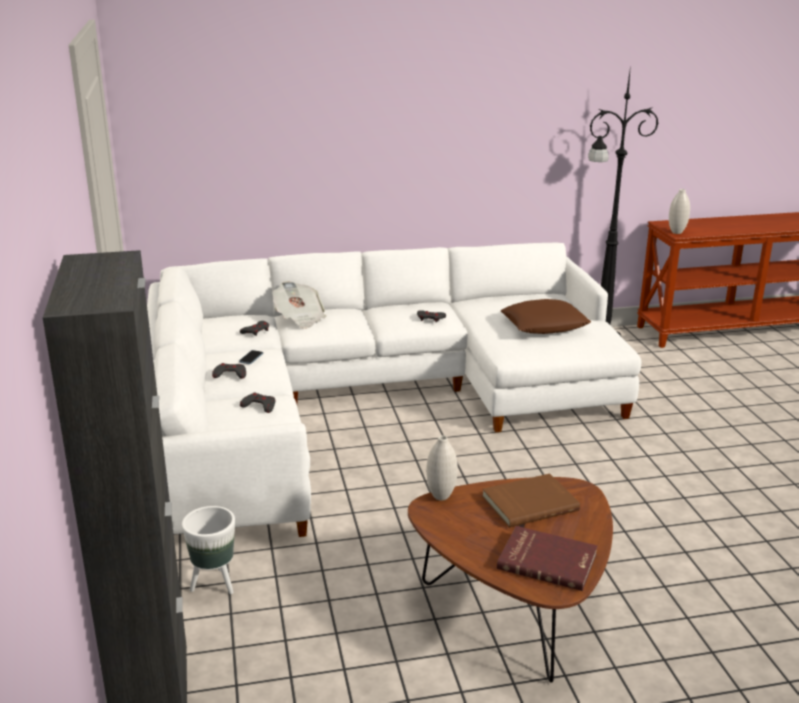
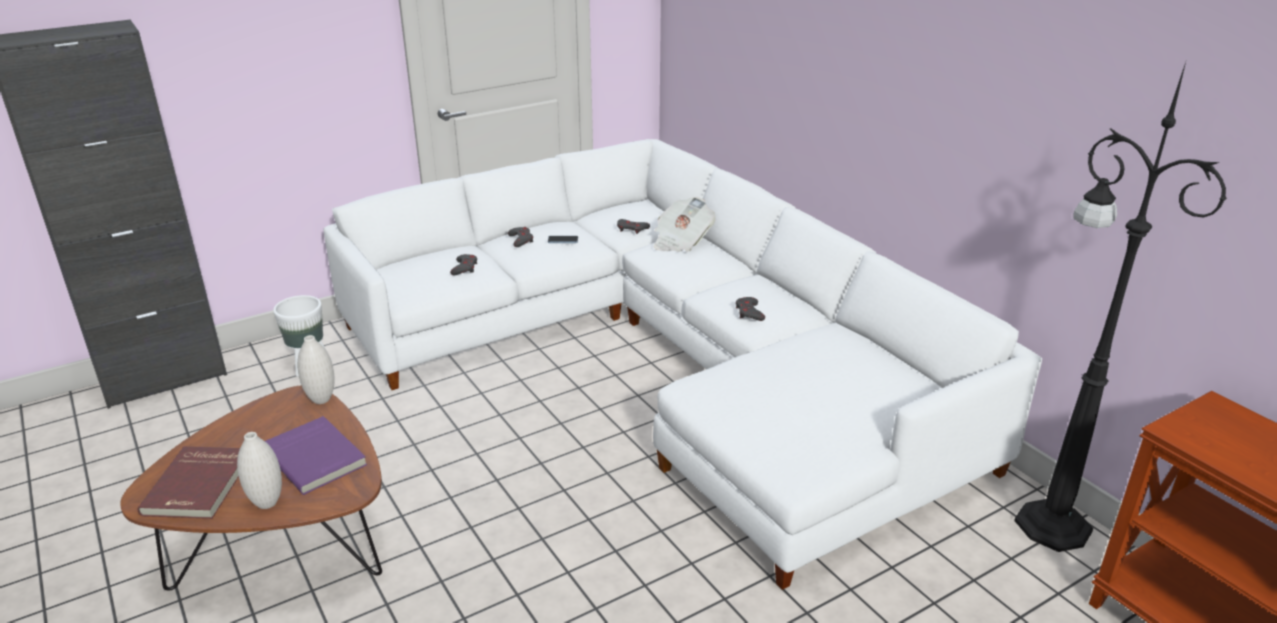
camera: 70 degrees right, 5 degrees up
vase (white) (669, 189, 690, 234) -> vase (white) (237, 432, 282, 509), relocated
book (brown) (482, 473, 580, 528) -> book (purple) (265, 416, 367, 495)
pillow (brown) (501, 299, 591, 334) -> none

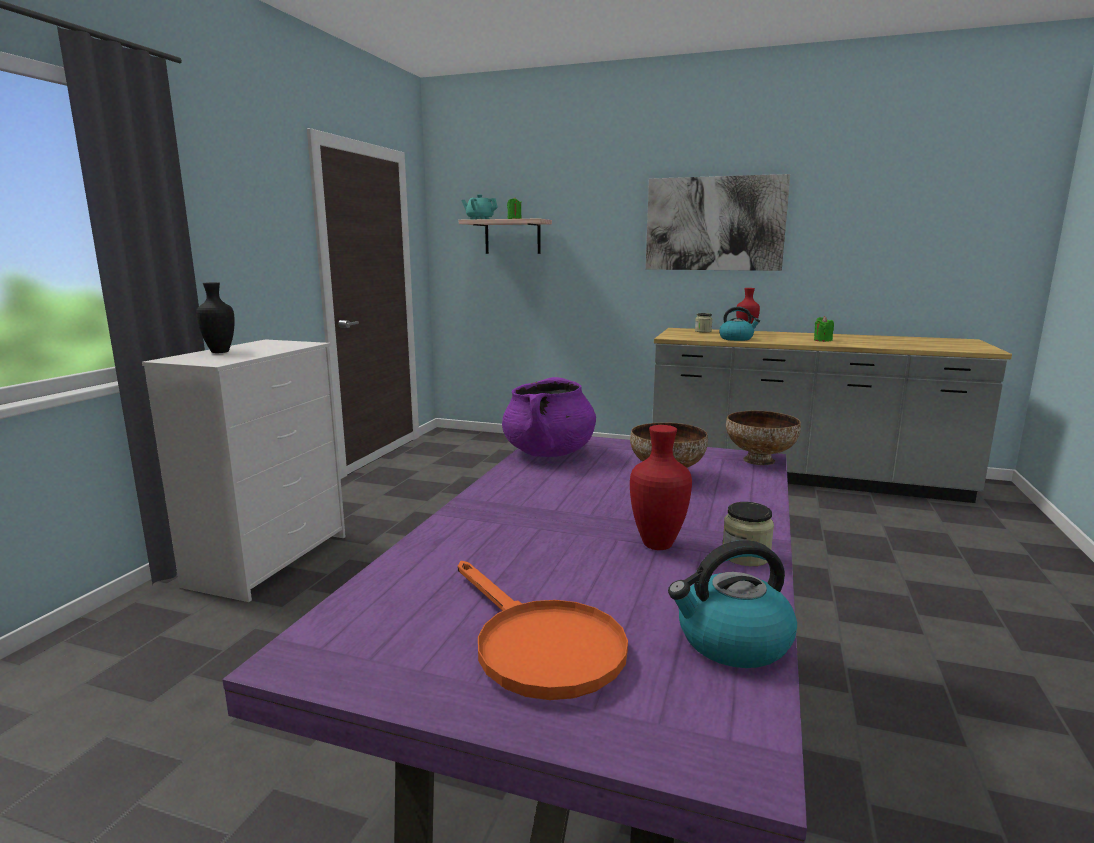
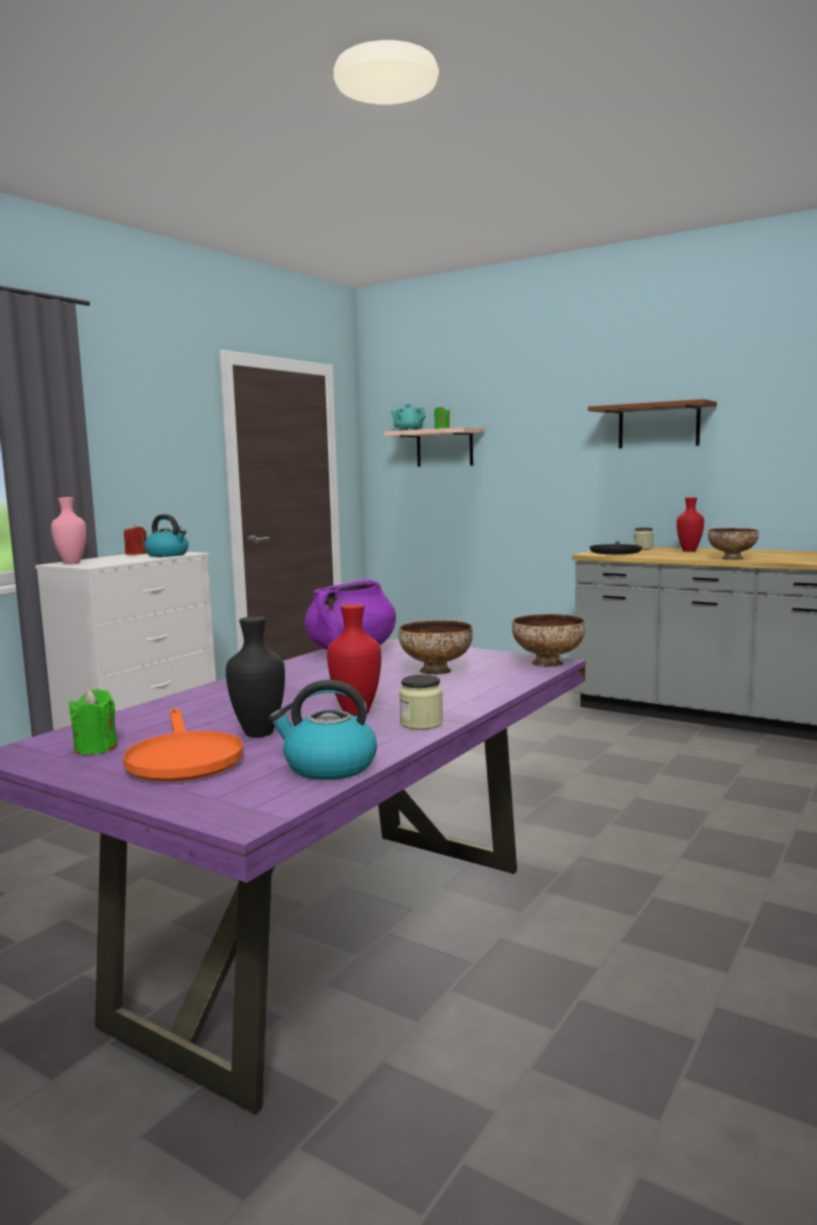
camera: 15 degrees right, 5 degrees down
none -> vase (pink) (51, 497, 86, 564)
candle (green) (814, 316, 834, 342) -> candle (green) (69, 689, 118, 755), relocated
none -> candle (red) (124, 524, 147, 555)
kettle (719, 307, 760, 341) -> kettle (144, 514, 189, 557), relocated
vase (black) (196, 282, 235, 353) -> vase (black) (226, 616, 285, 737), relocated
picture (646, 174, 790, 271) -> shelf (brown) (588, 399, 717, 448)
none -> frying pan (black) (590, 541, 642, 554)
none -> bowl (708, 528, 759, 560)

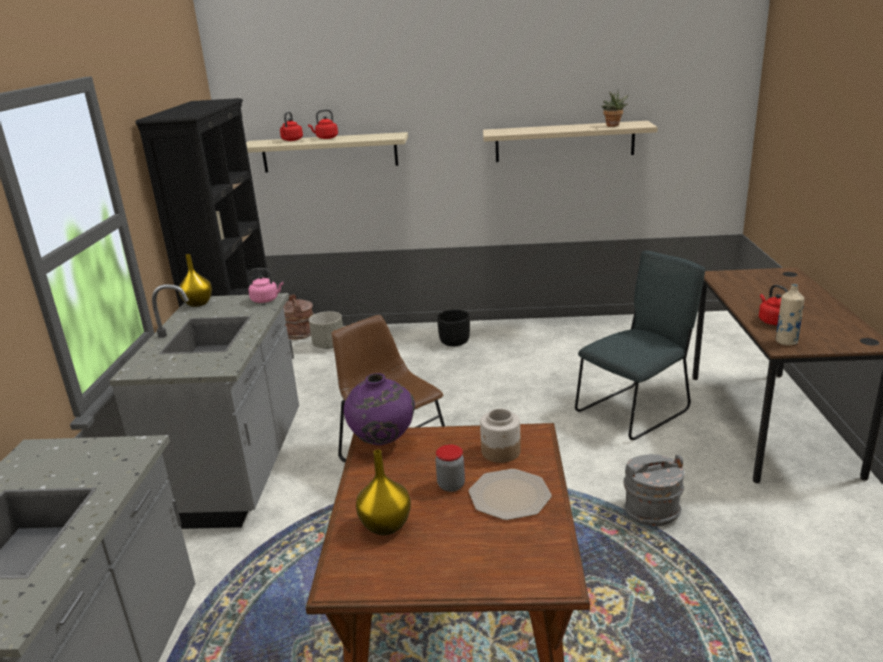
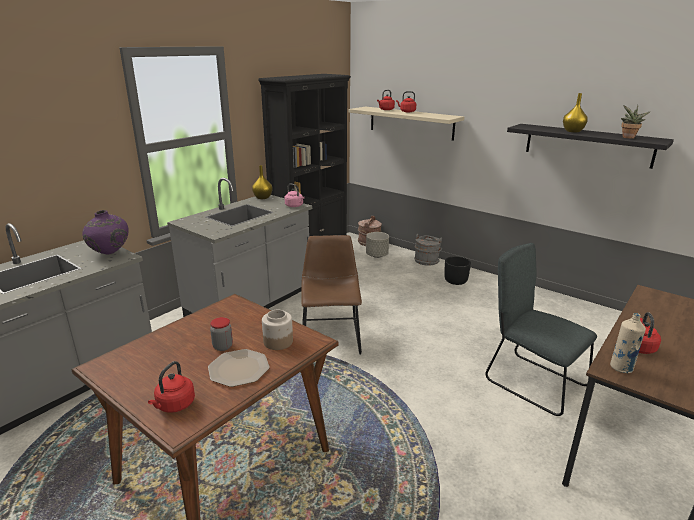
camera: 35 degrees right, 0 degrees up
vase (purple) (344, 373, 415, 445) -> vase (purple) (82, 210, 129, 254), relocated
none -> kettle (red) (148, 361, 195, 413)
bucket (grey) (623, 454, 684, 526) -> bucket (grey) (414, 234, 442, 266), relocated
chair (grey) (575, 251, 705, 440) -> chair (grey) (485, 243, 597, 416), 135 degrees counterclockwise
shelf (beige) (483, 121, 658, 162) -> shelf (black) (507, 124, 674, 169)
vase (yellow) (356, 450, 411, 535) -> vase (yellow) (563, 93, 588, 133), relocated

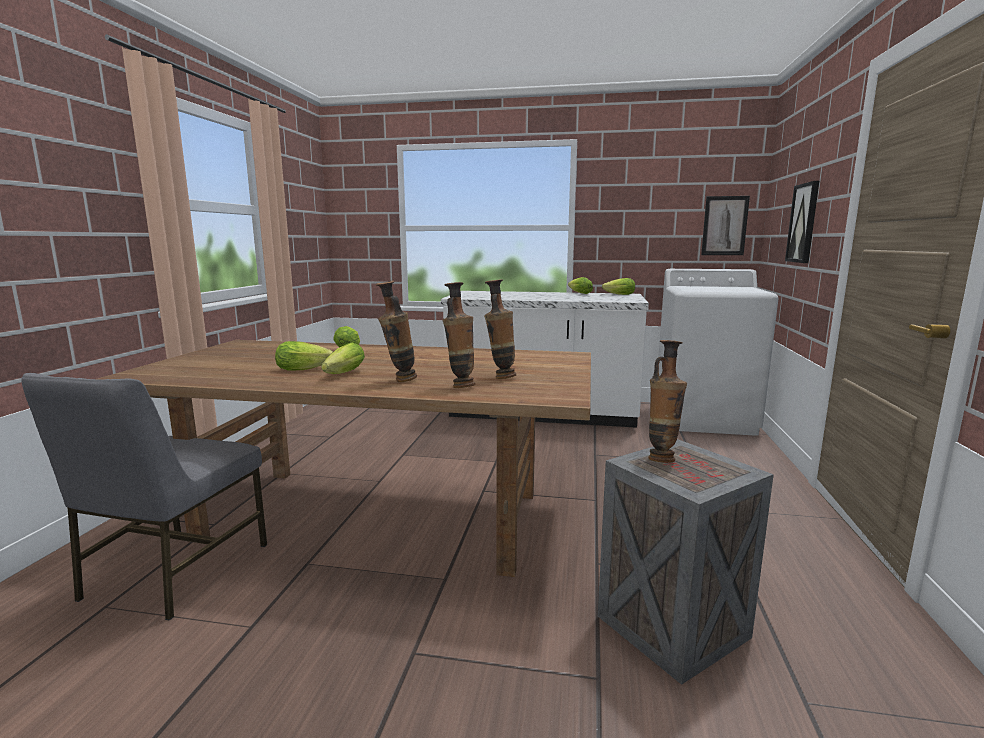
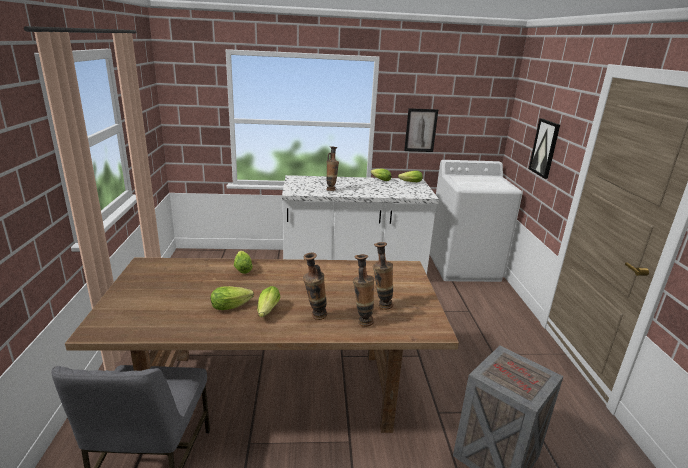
camera: 15 degrees left, 10 degrees up
vase (648, 340, 687, 463) -> vase (326, 146, 339, 191), relocated
picture (701, 196, 750, 255) -> picture (404, 108, 438, 152), relocated

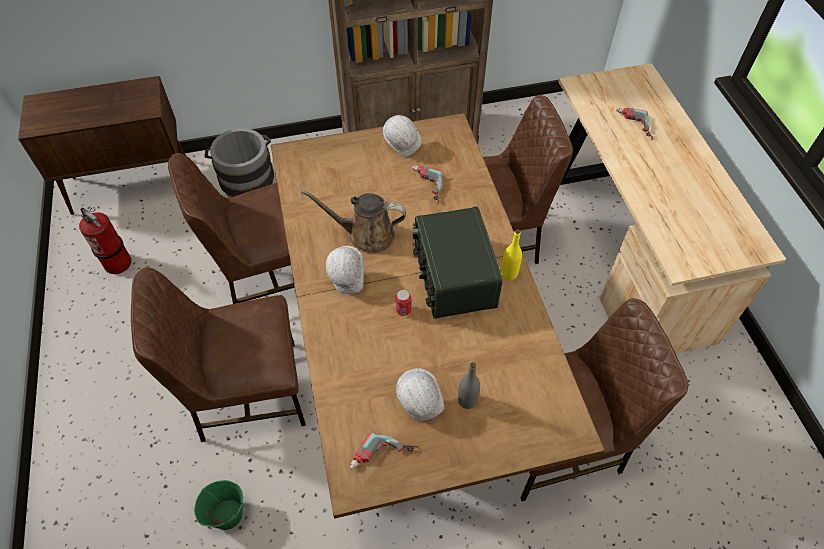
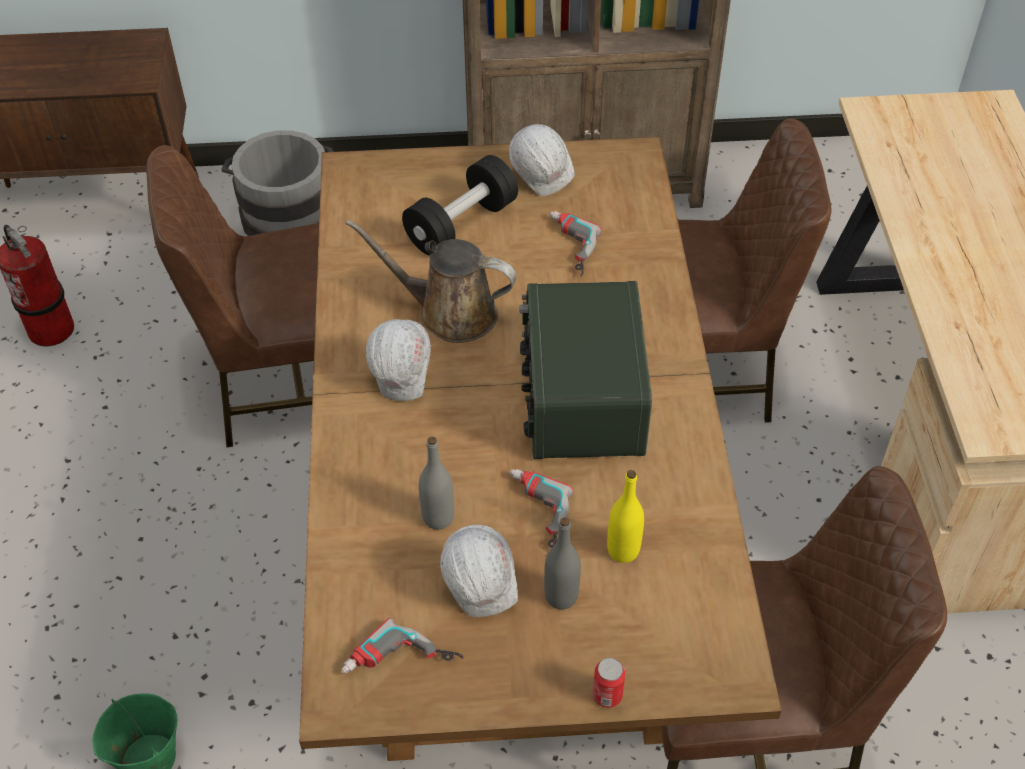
camera: 10 degrees right, 5 degrees down
none -> dumbbell (black) (402, 155, 518, 256)
none -> bottle (grey) (419, 437, 454, 530)
power drill (616, 108, 653, 140) -> power drill (509, 469, 573, 548), relocated
can (395, 290, 411, 316) -> can (593, 658, 626, 708), relocated
bottle (yellow) (501, 229, 522, 280) -> bottle (yellow) (607, 470, 644, 563), relocated
chair (brown) (131, 267, 306, 442) -> none

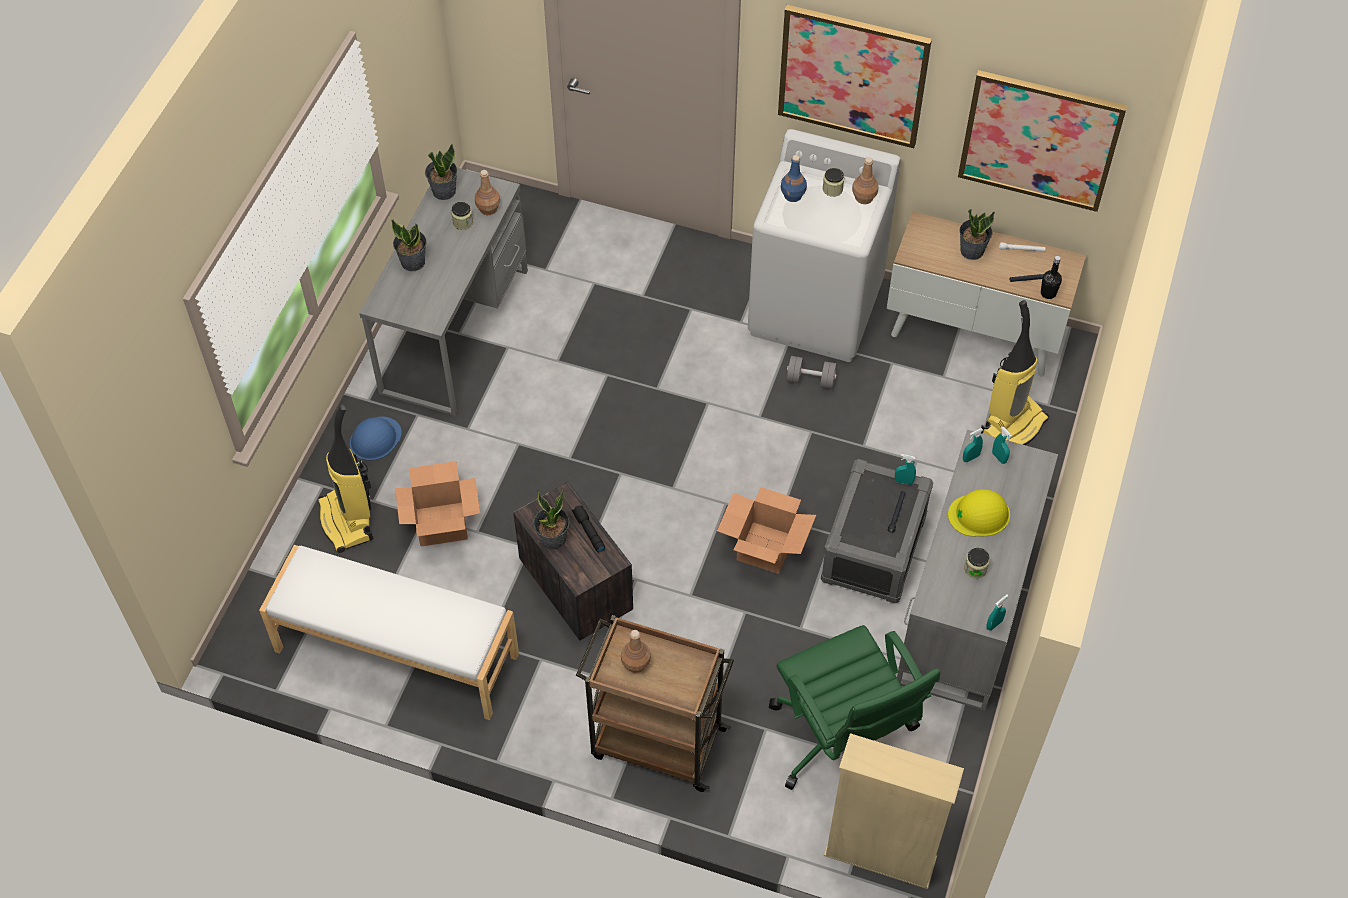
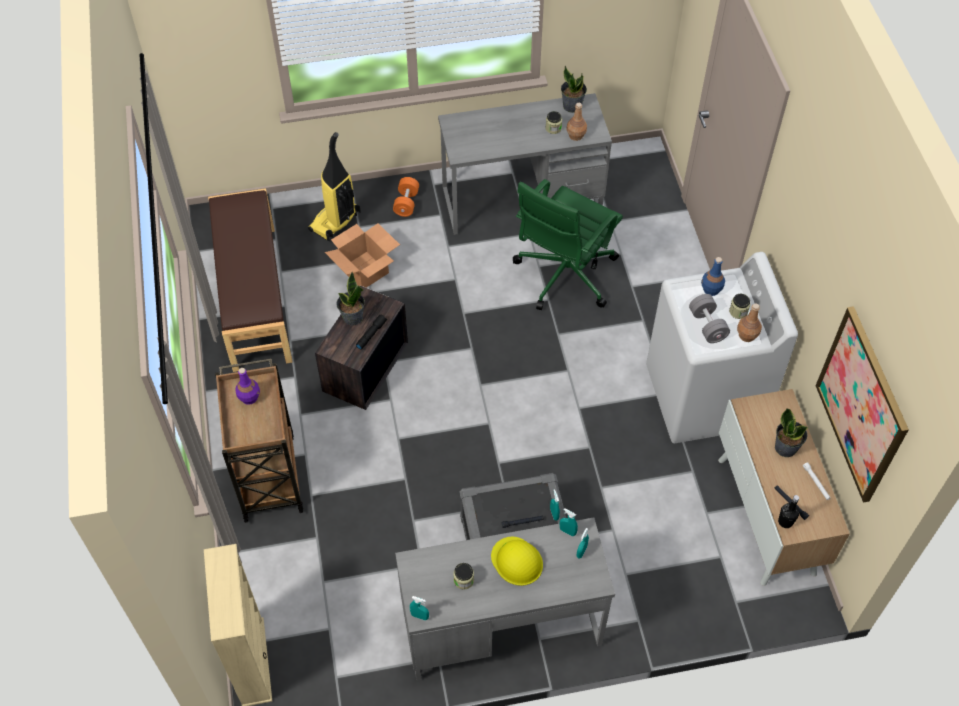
camera: 60 degrees right, 0 degrees up
bench (white) (259, 545, 519, 720) -> bench (brown) (208, 188, 293, 372)
bottle (brown) (621, 630, 651, 673) -> bottle (purple) (235, 368, 260, 405)
hard hat (blue) (350, 417, 402, 461) -> dumbbell (orange) (393, 177, 419, 217)
office chair (green) (769, 625, 940, 790) -> office chair (green) (513, 179, 623, 310), relocated
dumbbell (grey) (787, 356, 837, 389) -> dumbbell (grey) (689, 294, 730, 343), relocated
potted plant (391, 220, 427, 271) -> none
cardboard box (717, 487, 816, 574) -> none
picture (778, 5, 932, 148) -> none
vacuum cleaner (981, 300, 1049, 445) -> none

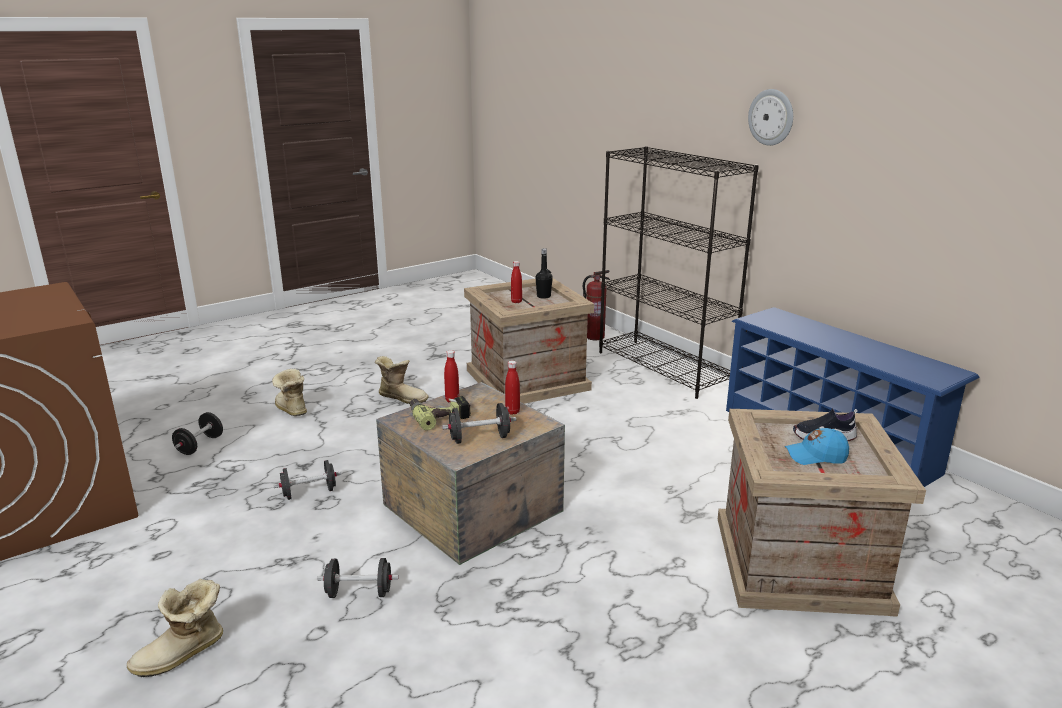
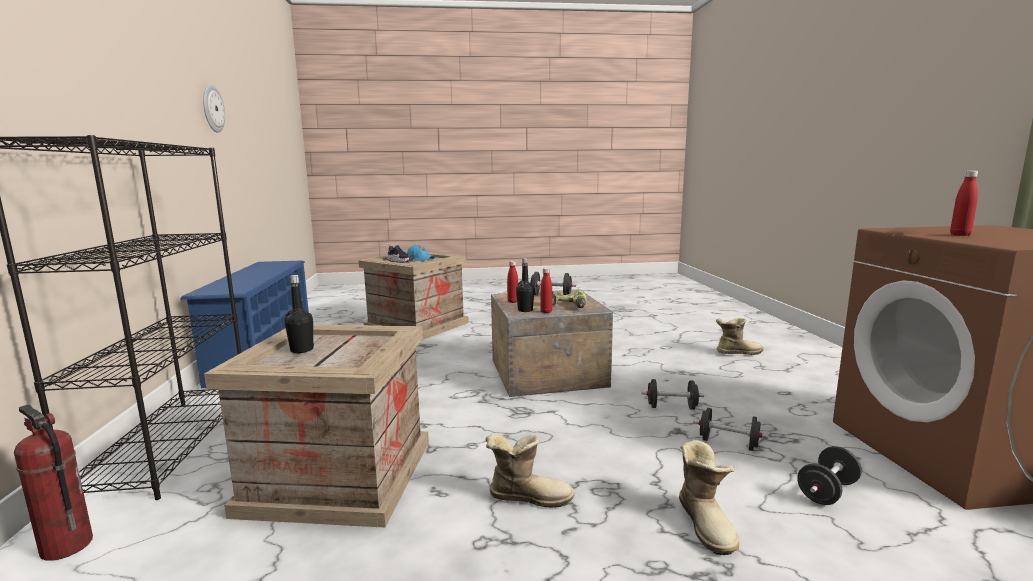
camera: 150 degrees left, 10 degrees down
wall clock (748, 89, 793, 146) -> wall clock (203, 85, 225, 132), relocated
boot (375, 356, 429, 404) -> boot (485, 434, 574, 508), 135 degrees clockwise
none -> bottle (black) (516, 258, 534, 312)
dumbbell (black) (317, 558, 399, 598) -> dumbbell (black) (693, 408, 768, 451), relocated
bottle (red) (511, 261, 522, 303) -> bottle (red) (950, 171, 978, 236), relocated

